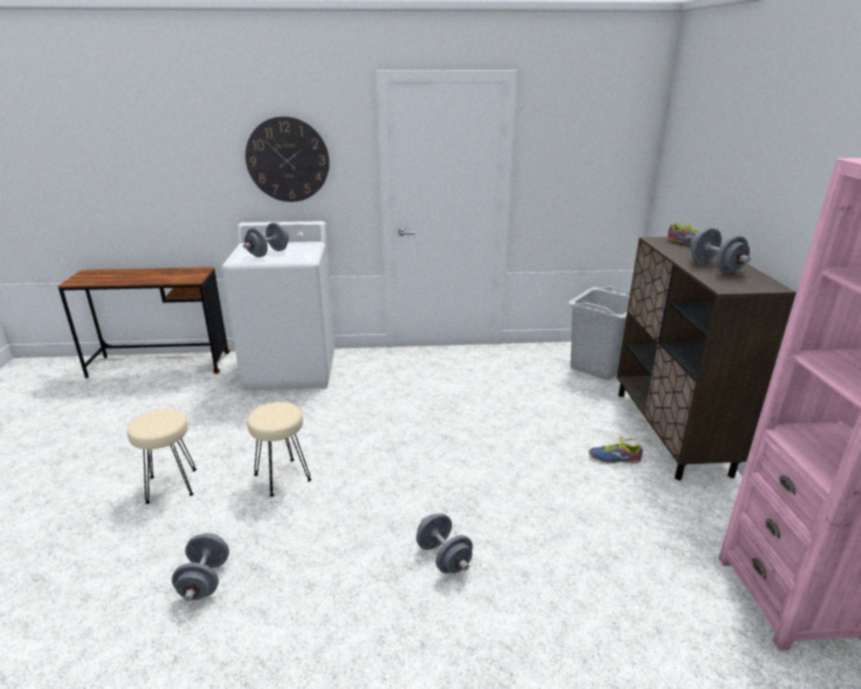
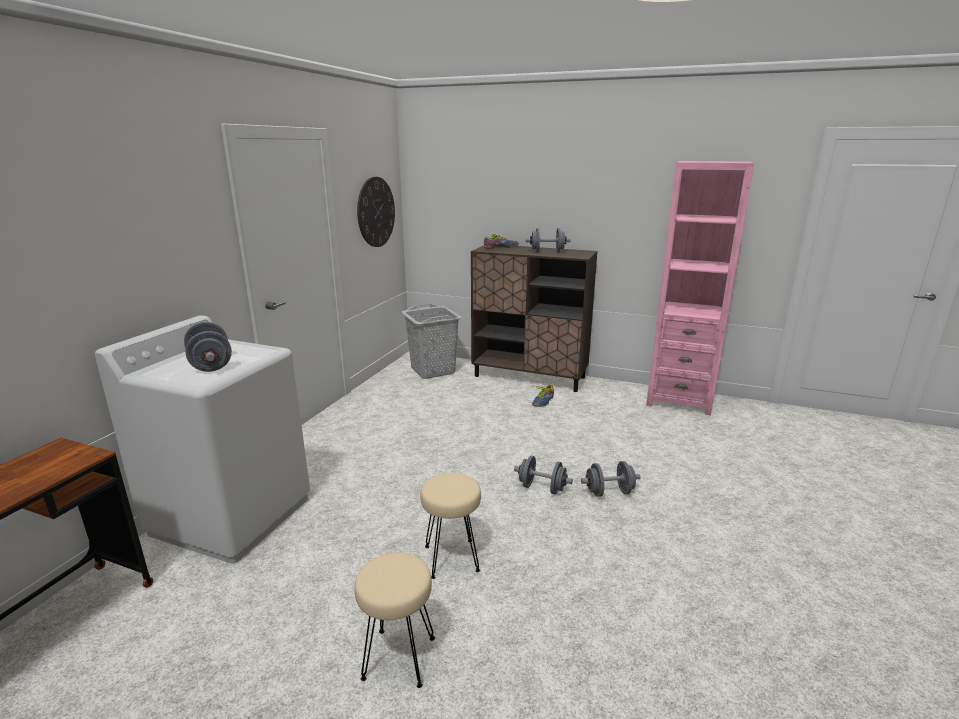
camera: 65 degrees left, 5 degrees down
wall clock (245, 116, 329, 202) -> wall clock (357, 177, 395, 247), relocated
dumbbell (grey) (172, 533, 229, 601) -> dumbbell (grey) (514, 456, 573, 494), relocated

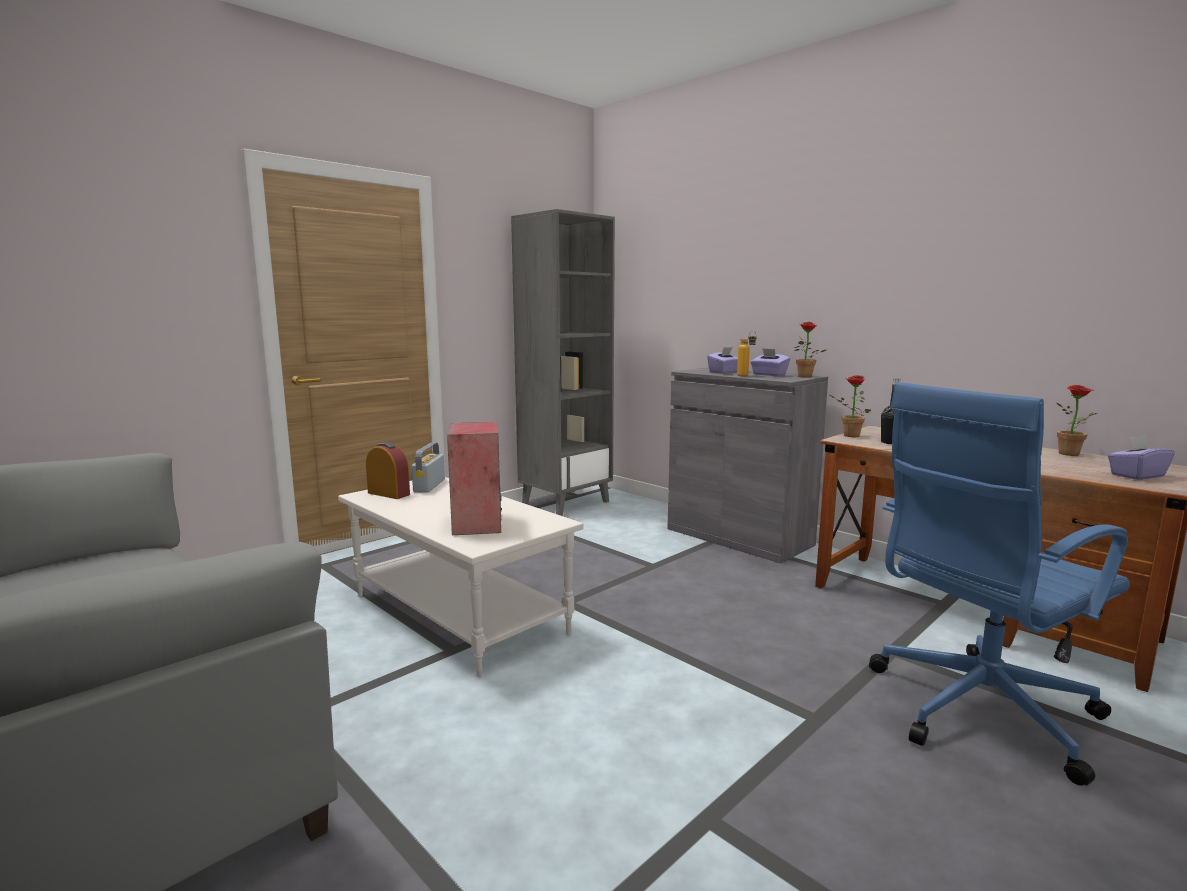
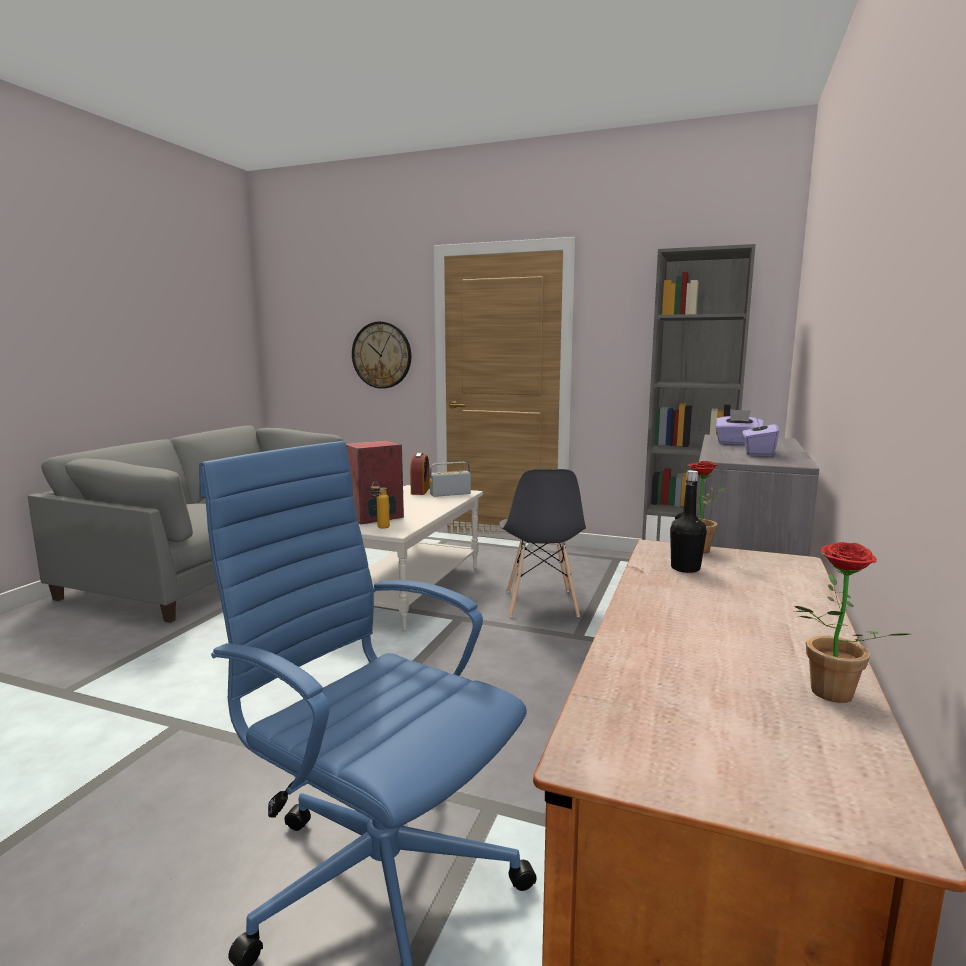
camera: 65 degrees right, 0 degrees up
none -> wall clock (352, 321, 411, 389)
bottle (737, 331, 757, 376) -> bottle (371, 483, 390, 529), relocated
none -> chair (grey) (499, 469, 586, 618)
potted plant (794, 322, 826, 378) -> none
tissue box (purple) (1108, 435, 1175, 480) -> none

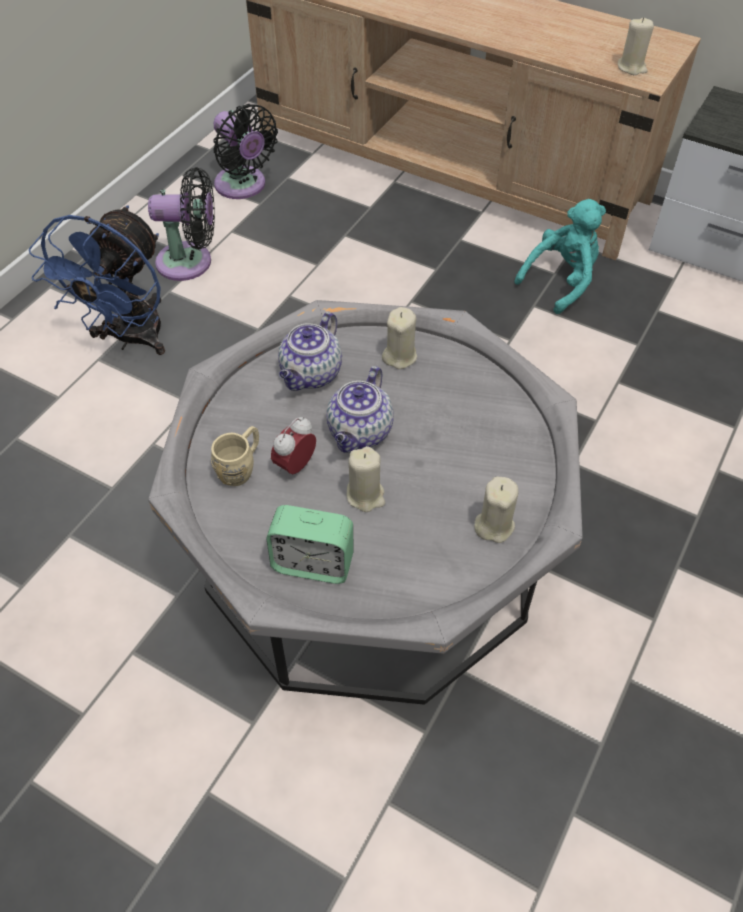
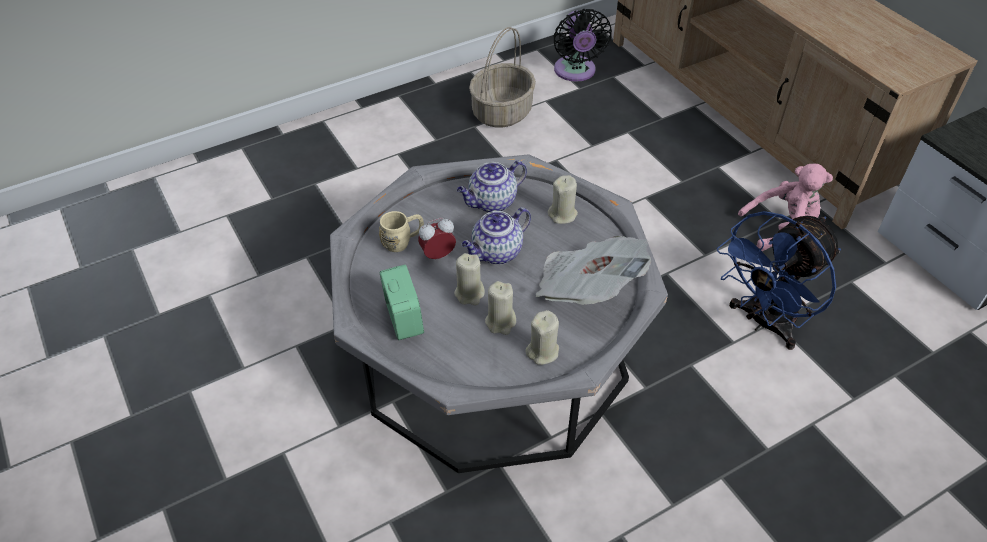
camera: 30 degrees right, 5 degrees down
alarm clock (266, 505, 354, 584) -> alarm clock (380, 264, 424, 340), 150 degrees counterclockwise
fan (black) (148, 167, 215, 281) -> basket (469, 27, 536, 128)
candle (beige) (618, 17, 654, 75) -> candle (beige) (485, 281, 516, 335), relocated
none -> newspaper (535, 236, 651, 305)
fan (blue) (29, 205, 165, 355) -> fan (blue) (717, 211, 841, 350), relocated
plush toy (turquoise) (514, 199, 606, 314) -> plush toy (pink) (738, 164, 833, 251)

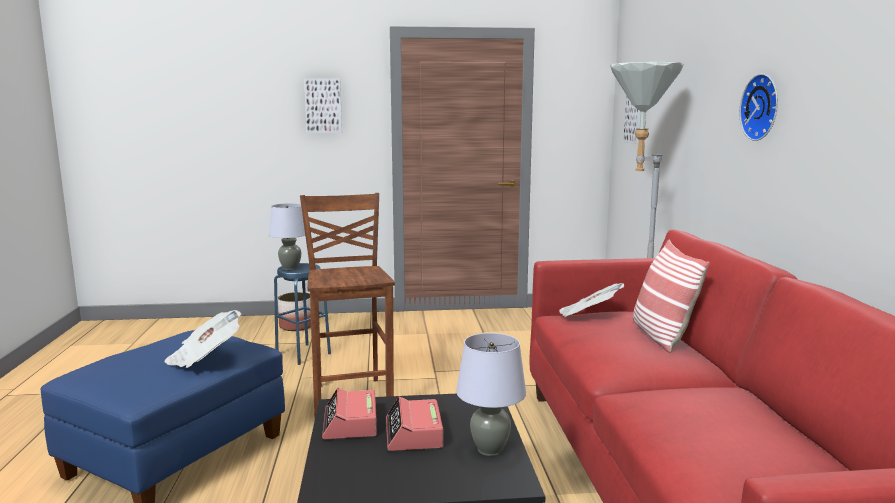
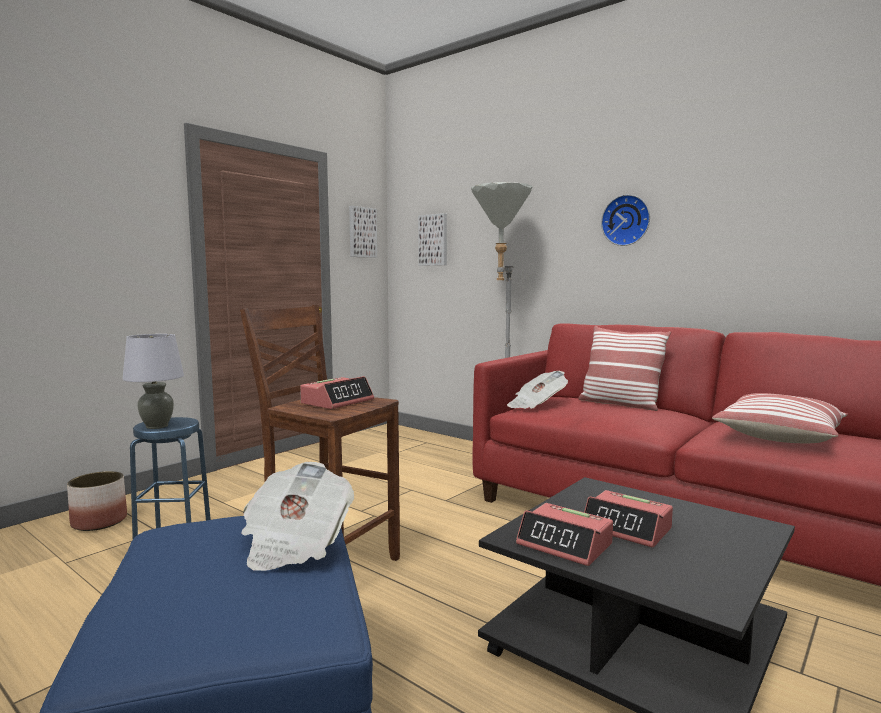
camera: 45 degrees left, 5 degrees down
none -> alarm clock (300, 376, 374, 409)
picture (304, 79, 342, 133) -> picture (349, 206, 377, 258), relocated
none -> pillow (712, 393, 848, 443)
table lamp (grey) (456, 333, 526, 456) -> none

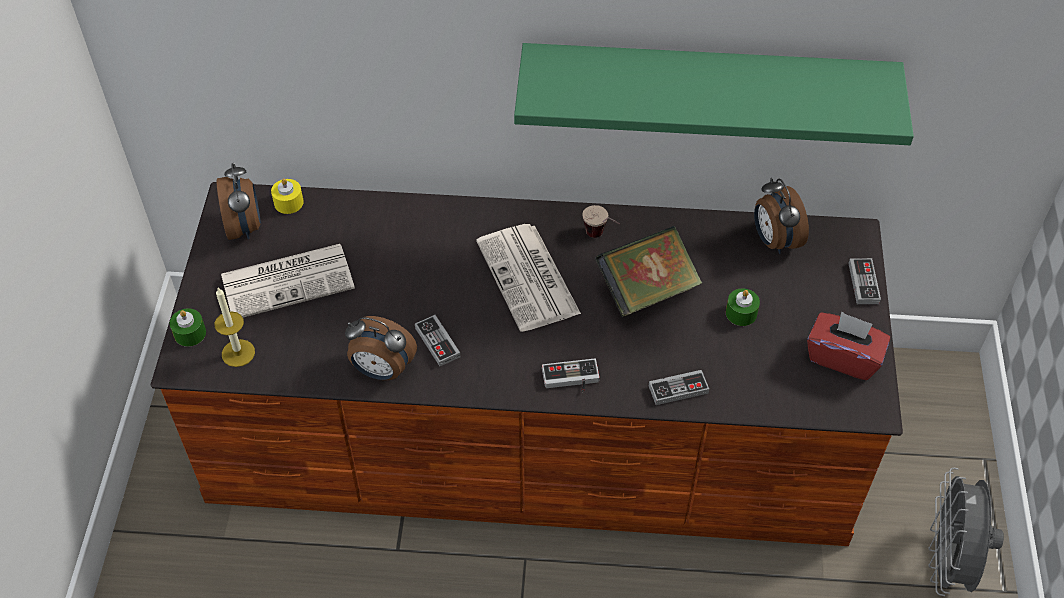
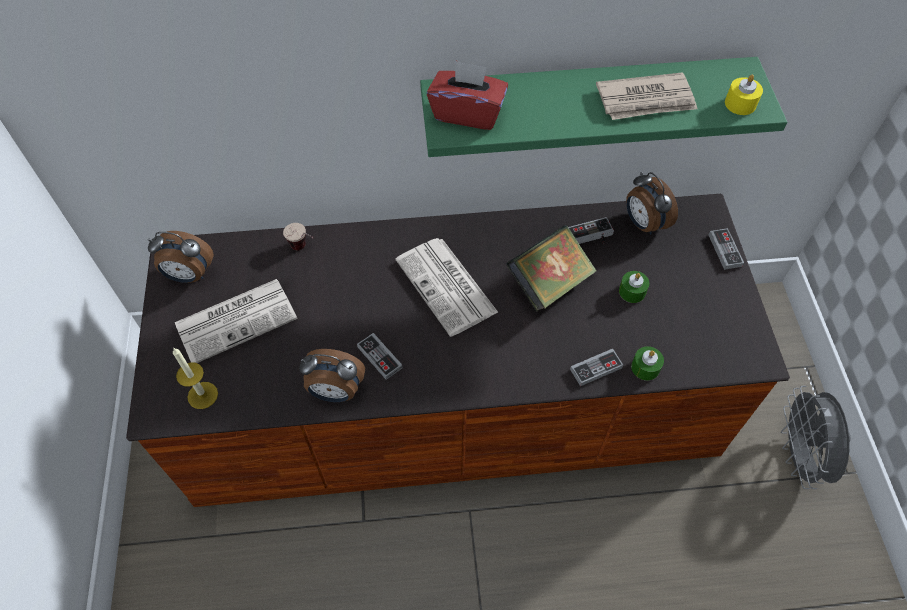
camera: 10 degrees left, 5 degrees up
alarm clock (217, 163, 261, 240) -> alarm clock (148, 231, 214, 283), 120 degrees clockwise
cup (582, 205, 620, 238) -> cup (283, 223, 314, 250), relocated
tissue box (red) (807, 311, 890, 380) -> tissue box (red) (427, 60, 508, 130), relocated
game controller (542, 359, 600, 392) -> game controller (568, 217, 614, 244), relocated
none -> newspaper (596, 72, 697, 120)
candle (green) (170, 308, 206, 347) -> candle (green) (631, 346, 664, 381), relocated
candle (yellow) (271, 178, 304, 214) -> candle (yellow) (725, 75, 763, 115), relocated

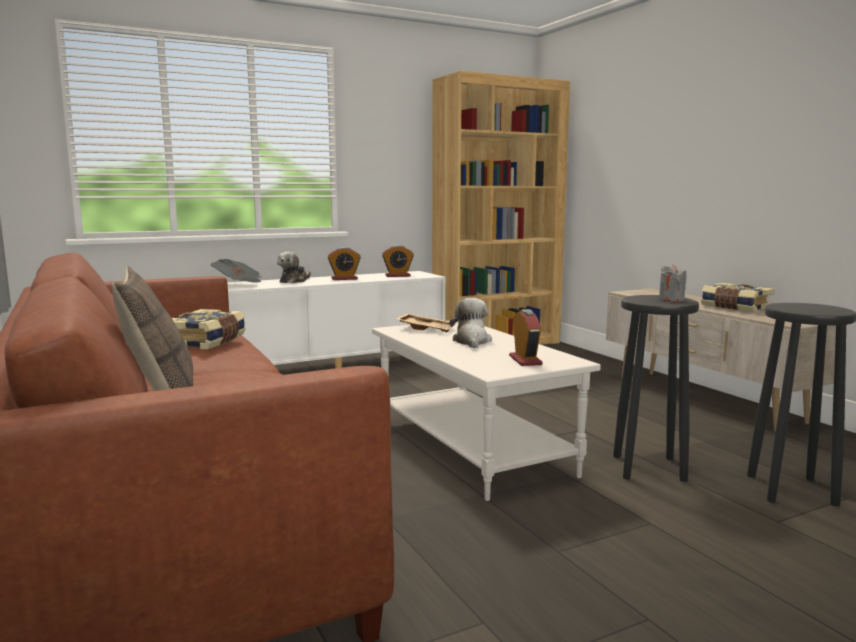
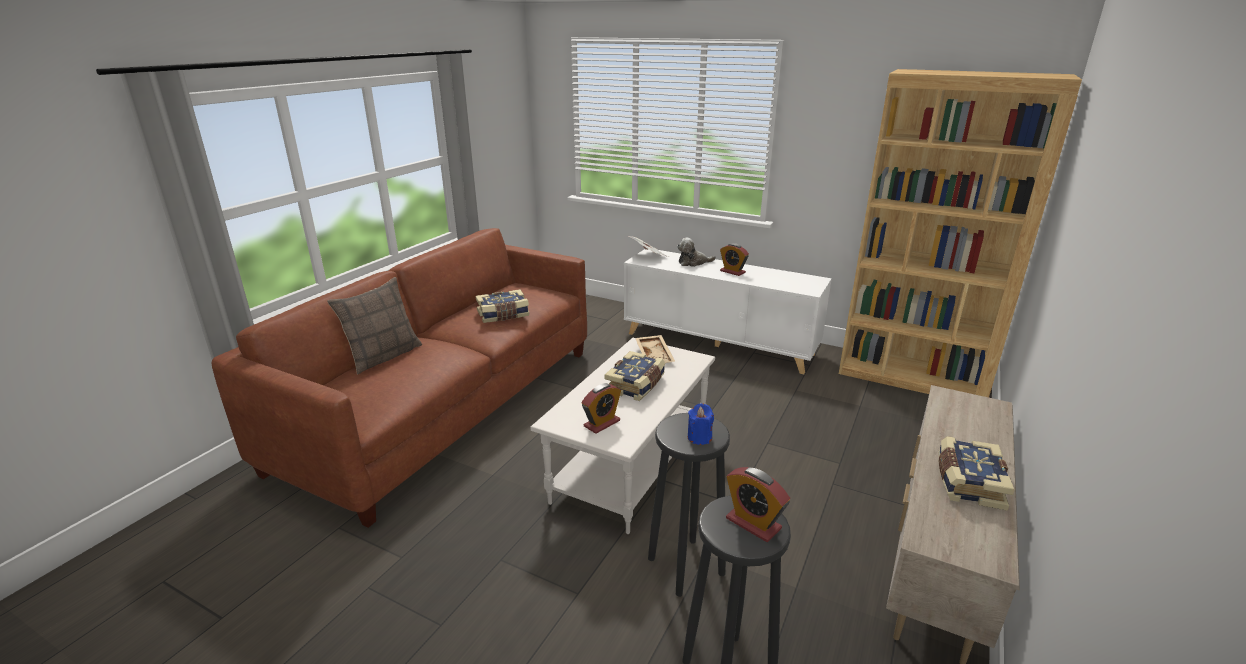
camera: 55 degrees right, 15 degrees up
plush toy (450, 298, 492, 348) -> book (604, 351, 665, 401)
candle (grey) (659, 264, 686, 302) -> candle (blue) (688, 403, 714, 445)
alarm clock (382, 245, 414, 277) -> alarm clock (726, 467, 790, 542), relocated

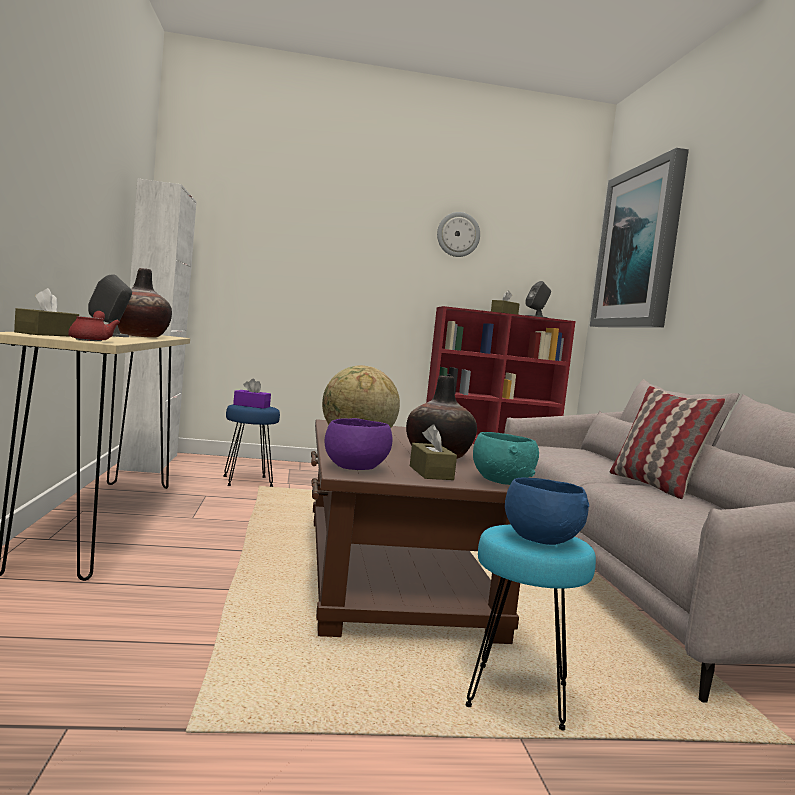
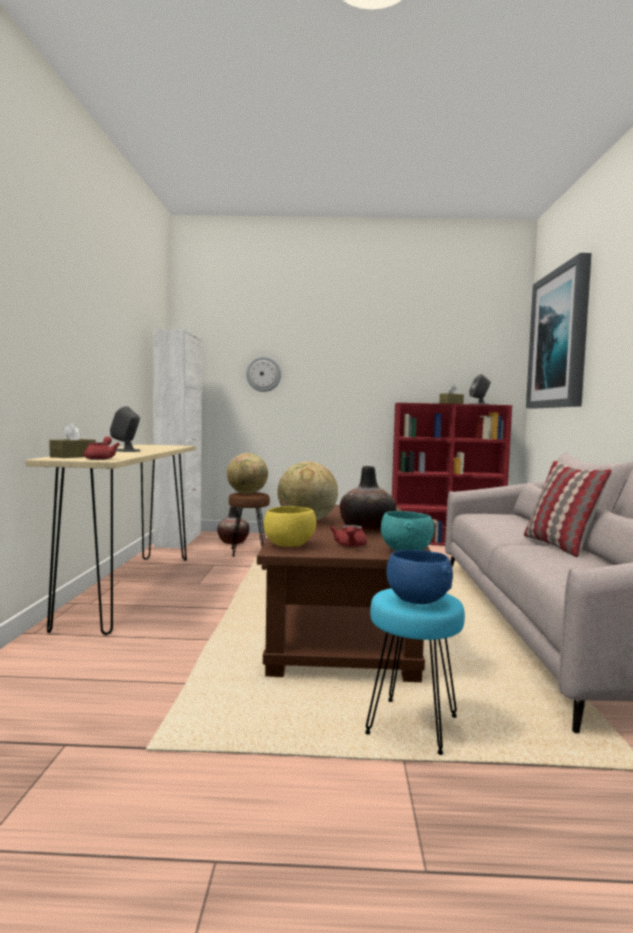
camera: 10 degrees right, 0 degrees up
vase (118, 268, 172, 338) -> vase (217, 506, 249, 544), relocated
tissue box (purple) (233, 379, 271, 409) -> globe (227, 453, 268, 494)
stool (blue) (223, 404, 280, 487) -> stool (brown) (229, 492, 270, 557)
wall clock (437, 212, 480, 257) -> wall clock (246, 356, 281, 392), relocated
bowl (purple) (325, 418, 392, 470) -> bowl (yellow) (264, 506, 316, 547)
tissue box (brown) (410, 425, 457, 480) -> teapot (red) (330, 525, 367, 547)

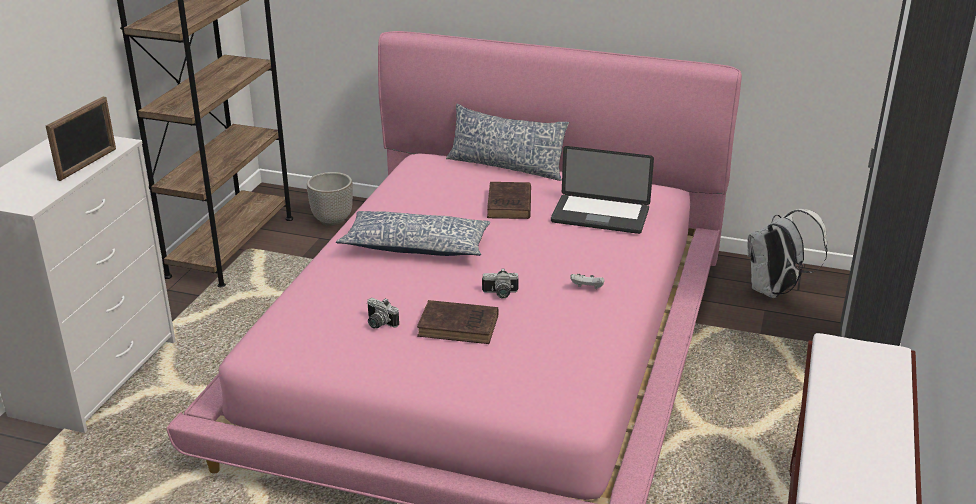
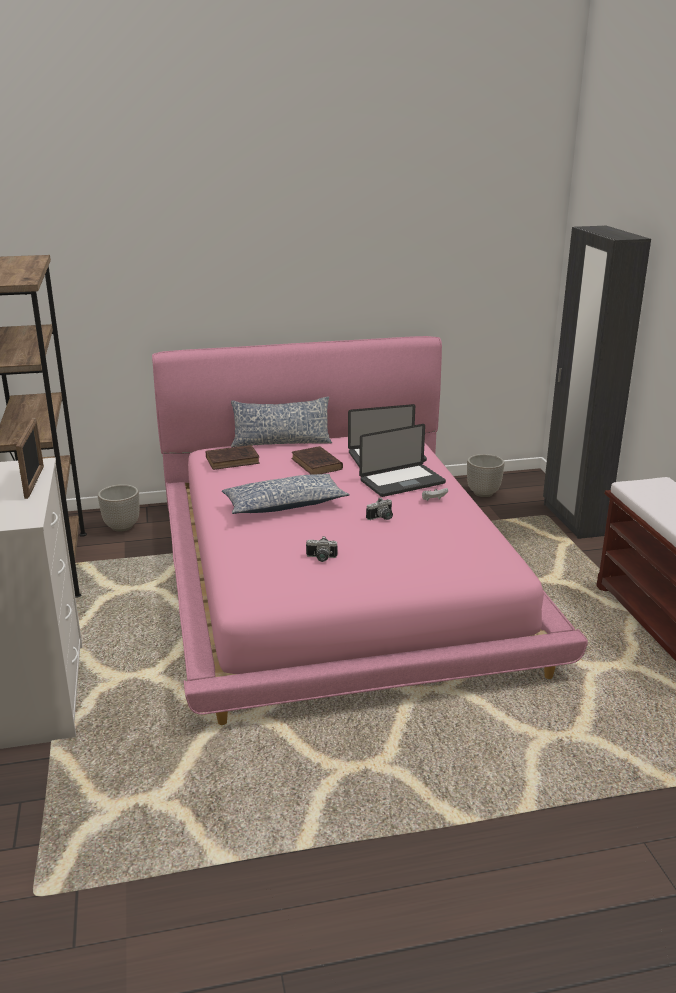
camera: 30 degrees left, 5 degrees down
book (brown) (417, 300, 498, 344) -> book (brown) (206, 445, 260, 470), relocated
none -> laptop (359, 424, 446, 497)
backpack (white) (747, 209, 828, 298) -> planter (467, 454, 504, 497)

